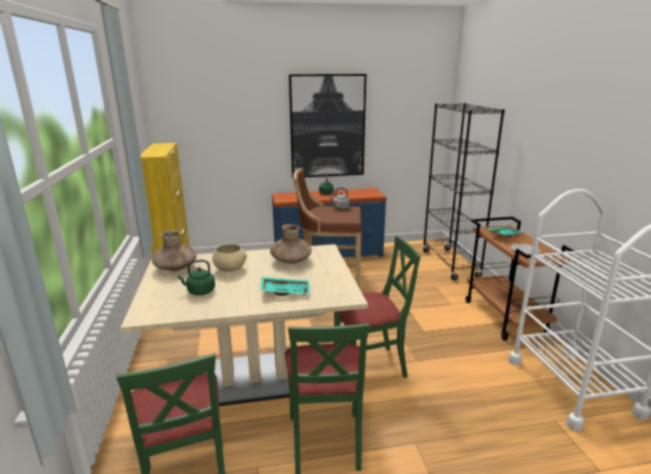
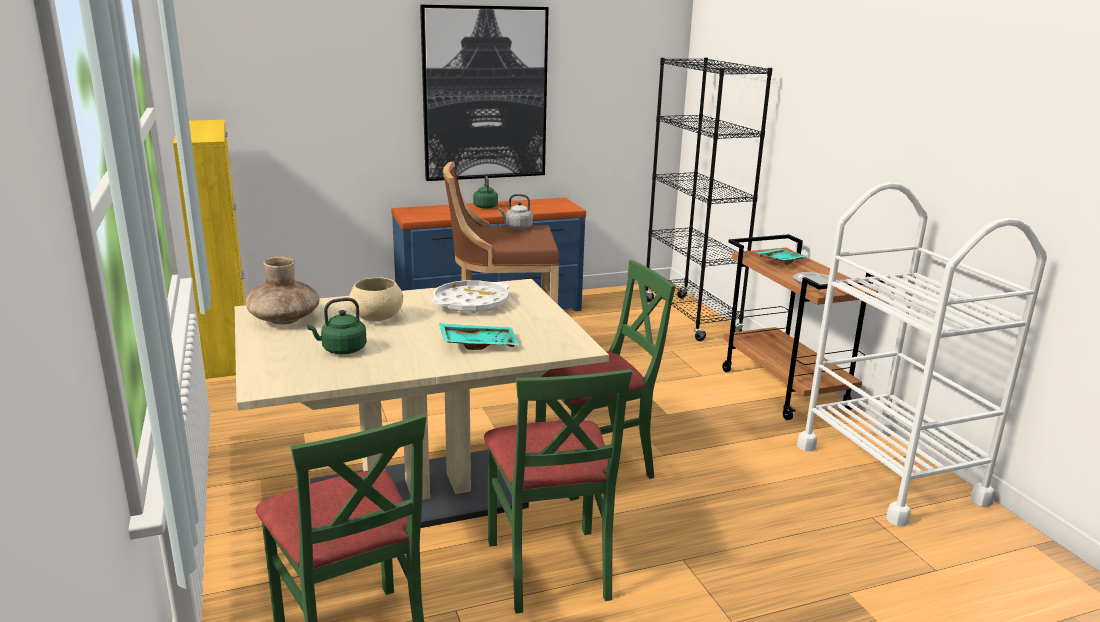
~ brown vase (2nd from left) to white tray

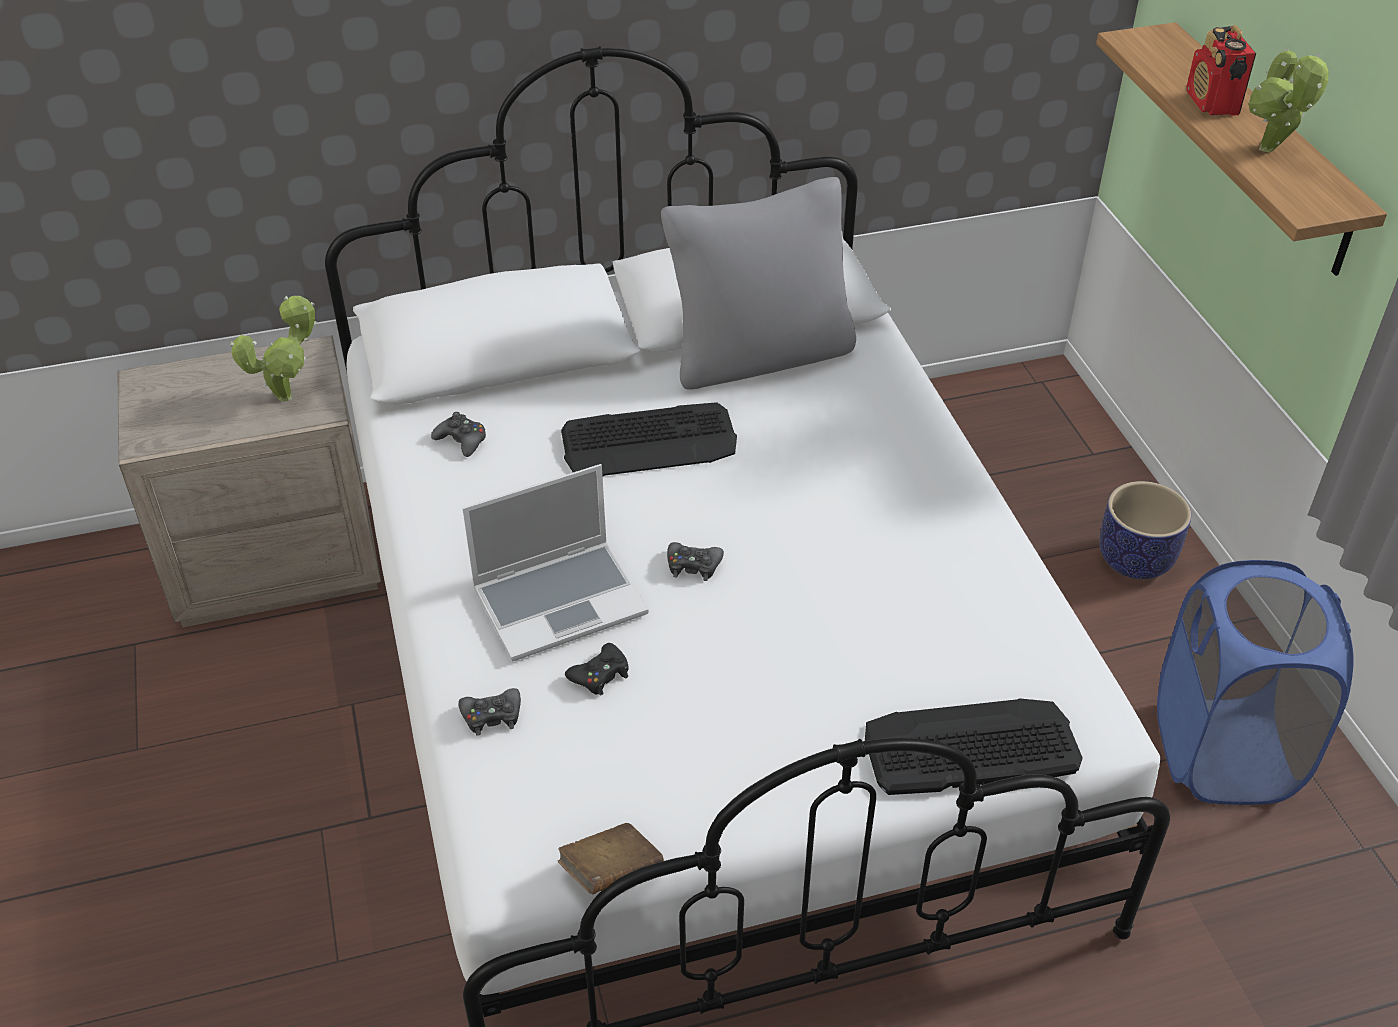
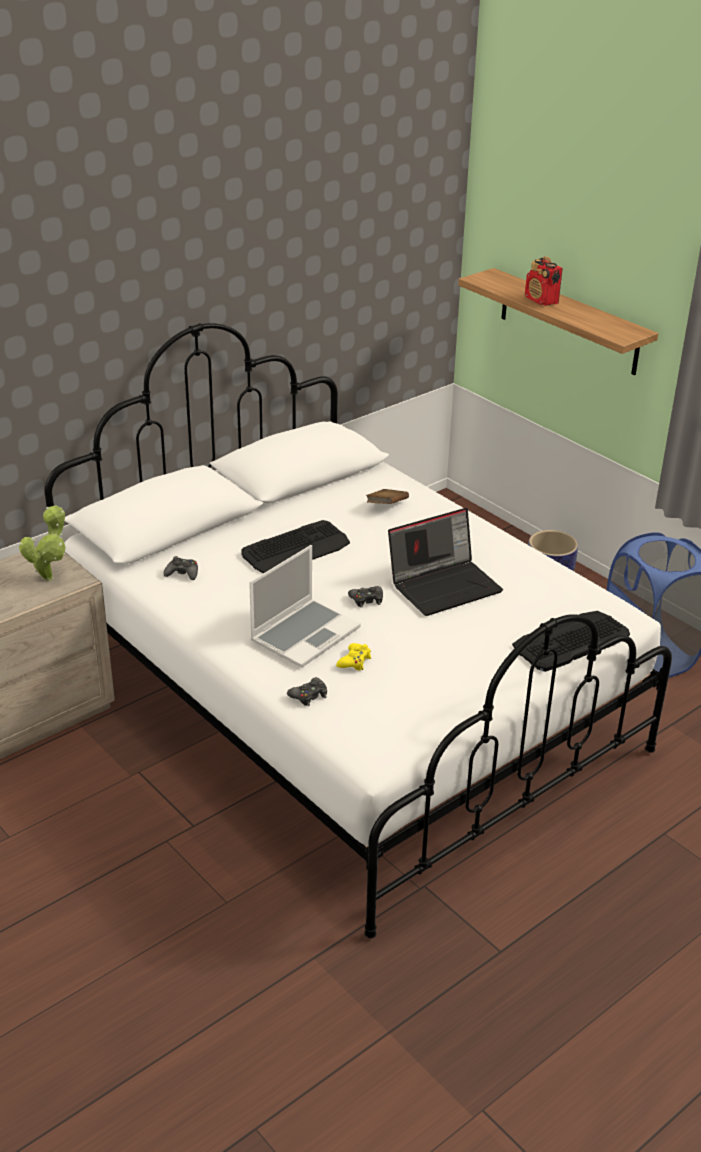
~ black game controller (3rd from left) to yellow game controller
~ brown book
+ laptop (2nd from left)
- grey pillow
- potted plant (2nd from left)

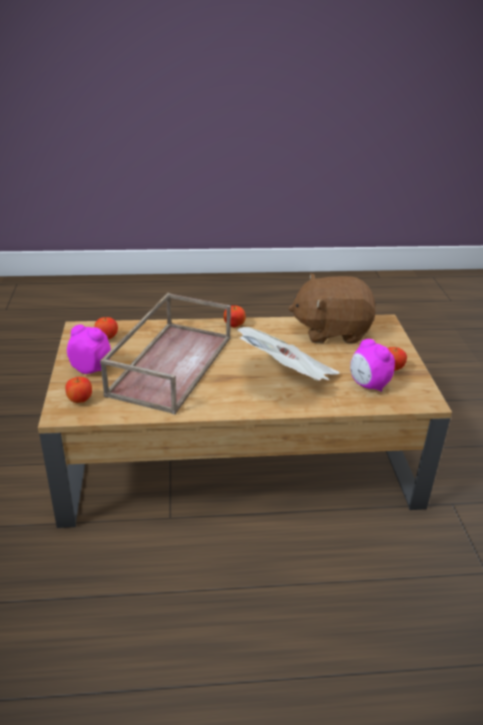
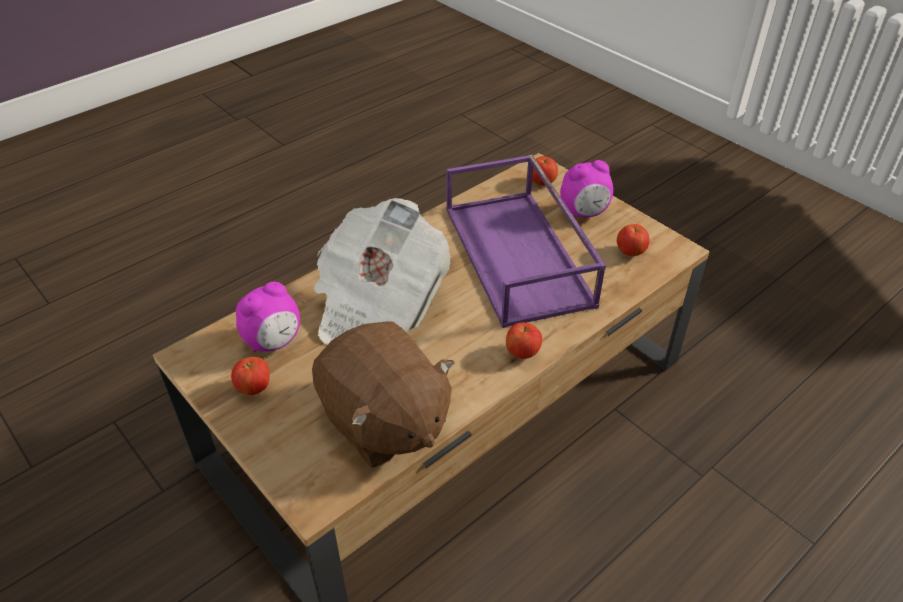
~ alarm clock (2nd from left in the first image) 120 degrees clockwise
~ brown plush toy 90 degrees clockwise
~ brown tray to purple tray

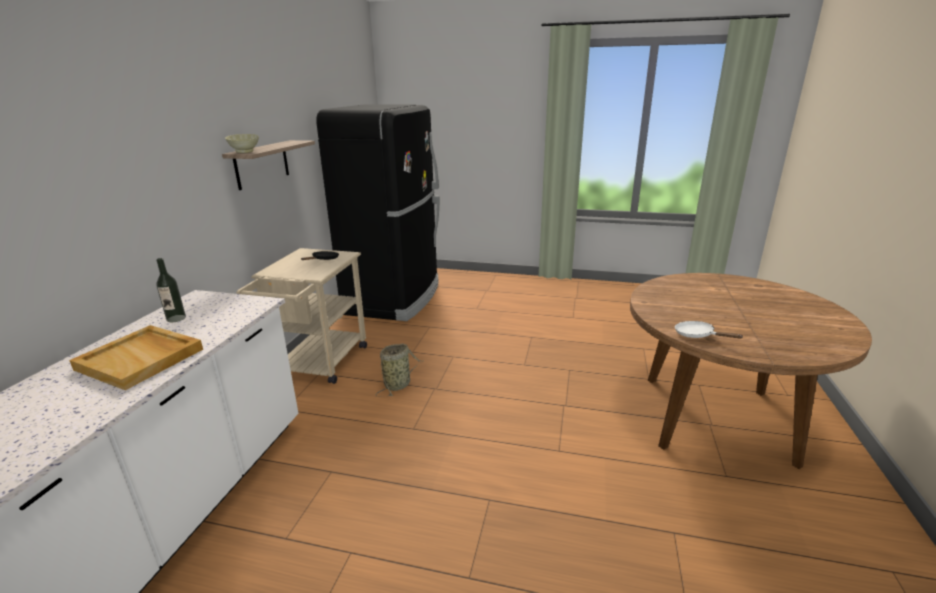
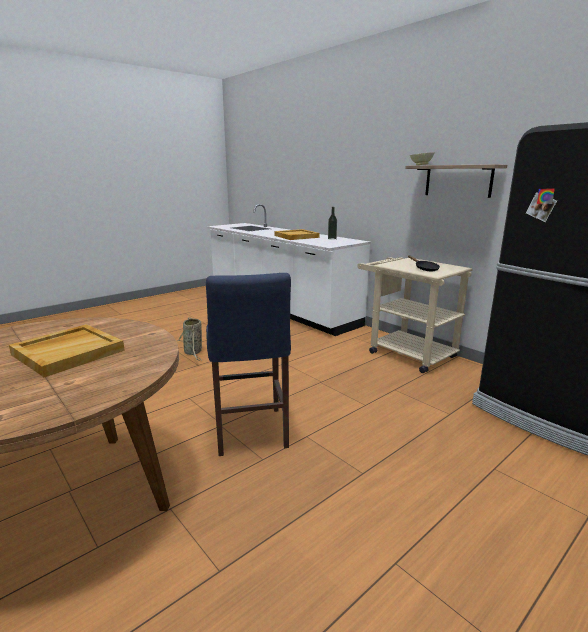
+ beige tray (1st from left)
~ basket
+ blue stool
- white frying pan

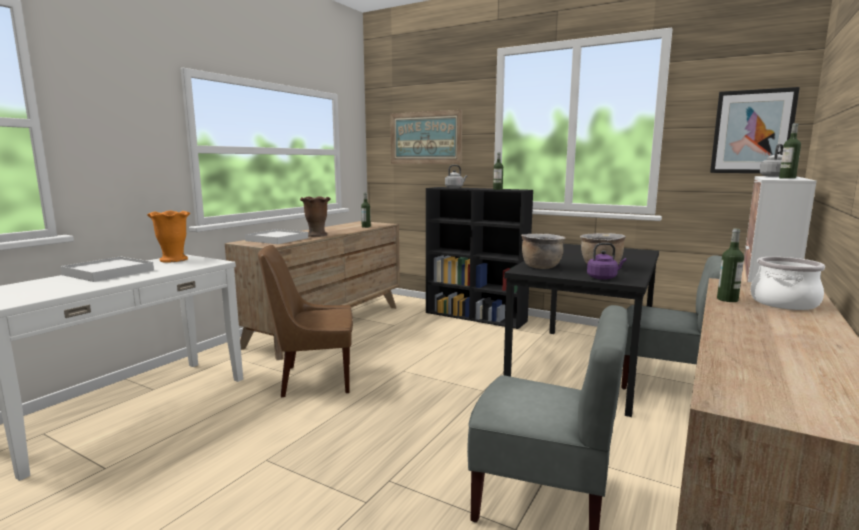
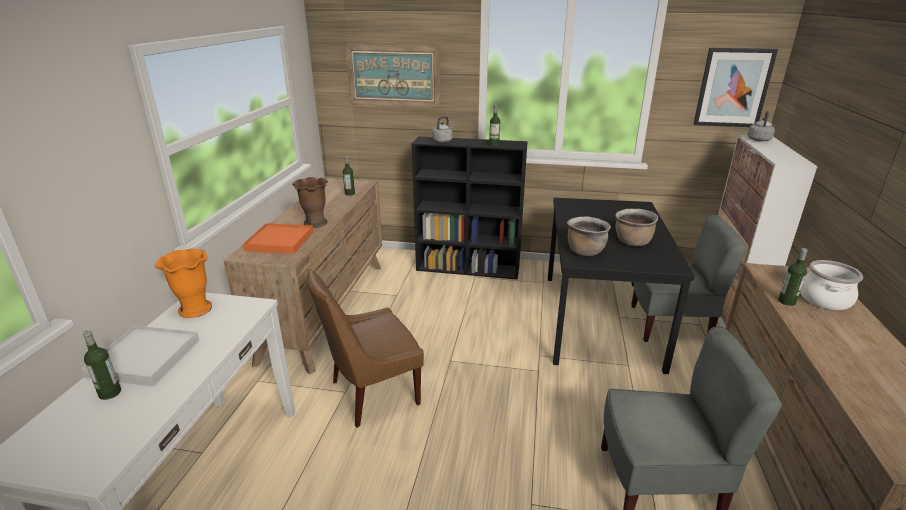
~ bottle (4th from left in the first image) to bottle (1st from left)
~ white tray (2nd from left) to orange tray
- purple kettle

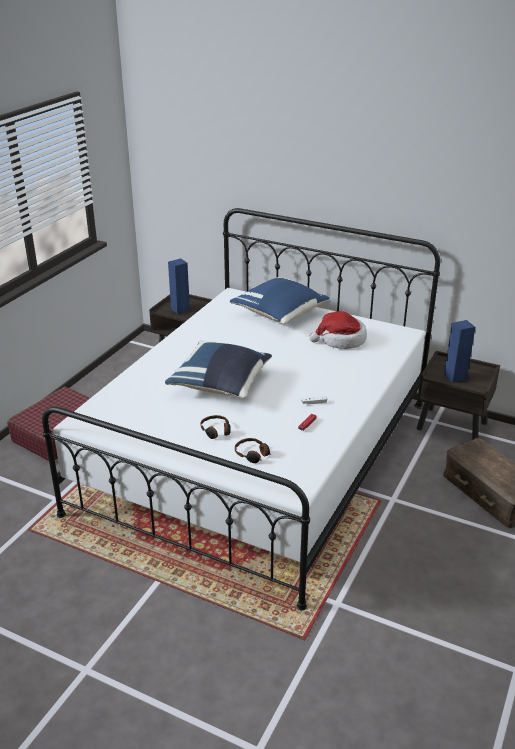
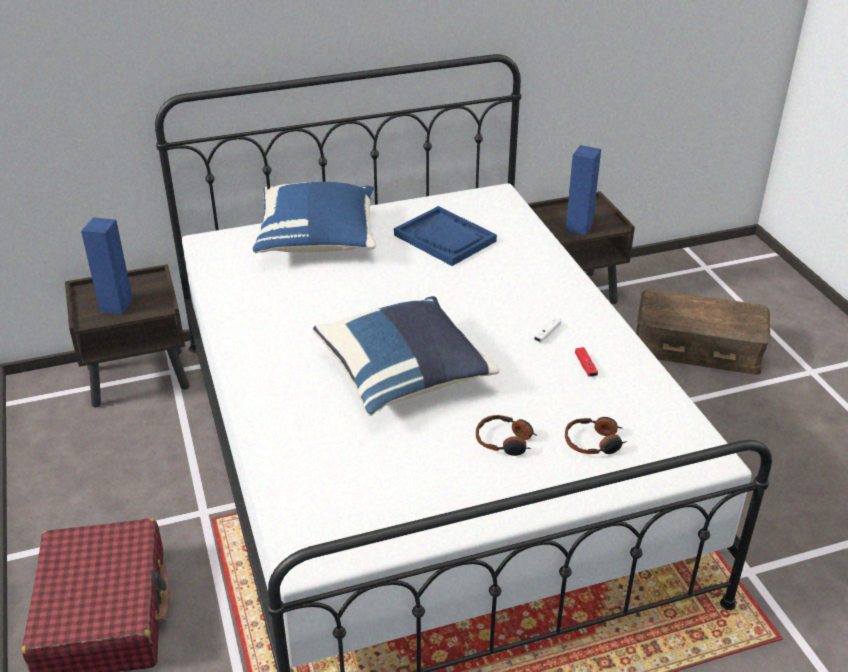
~ hat to blue tray

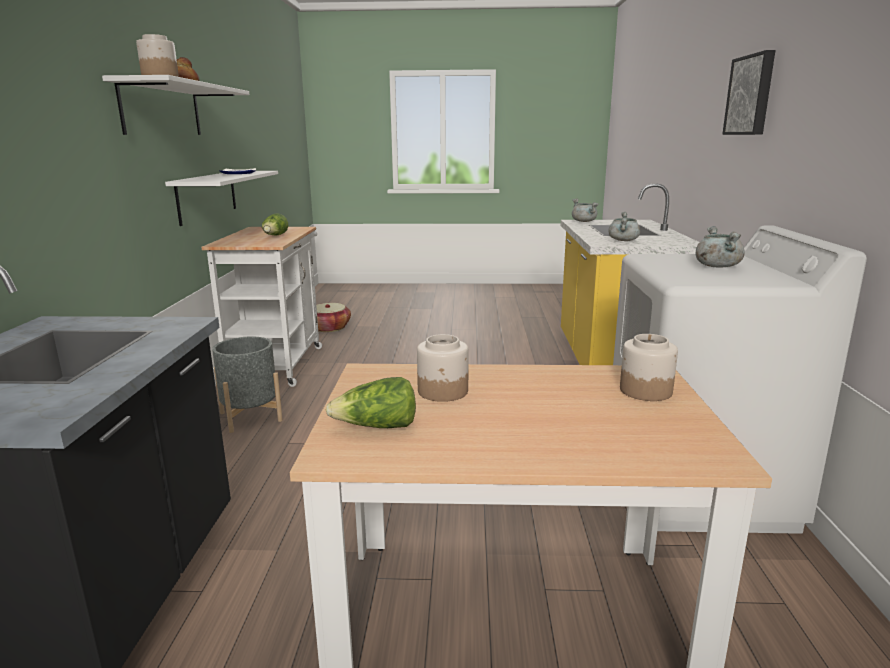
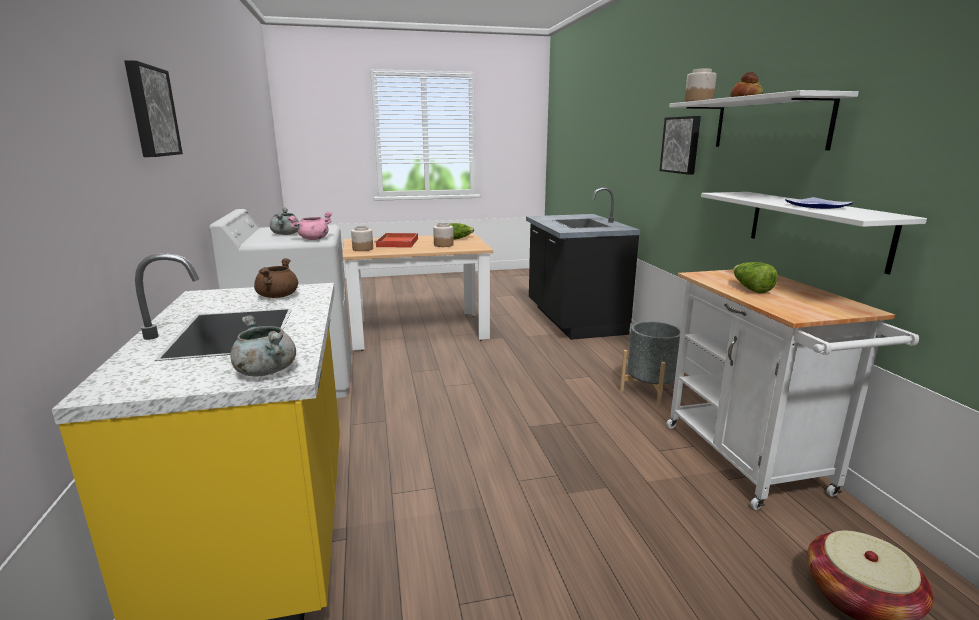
~ grey cooking pot (2nd from left) to brown cooking pot
+ pink cooking pot
+ red tray
+ picture (2nd from left)

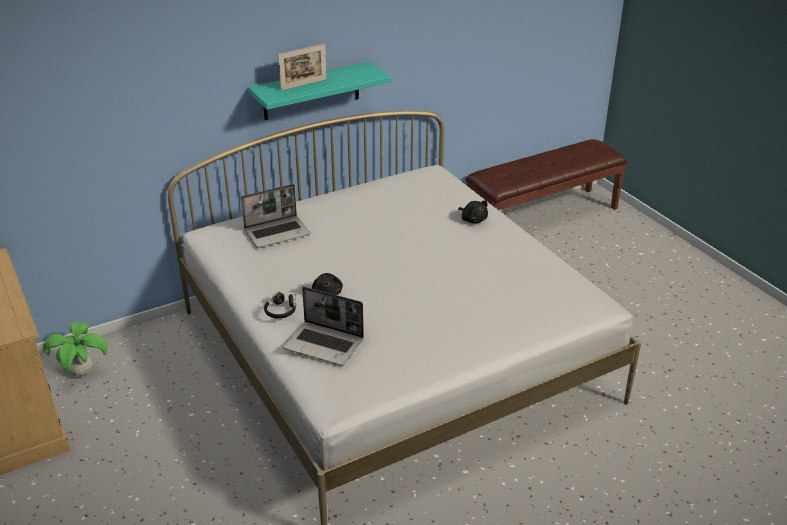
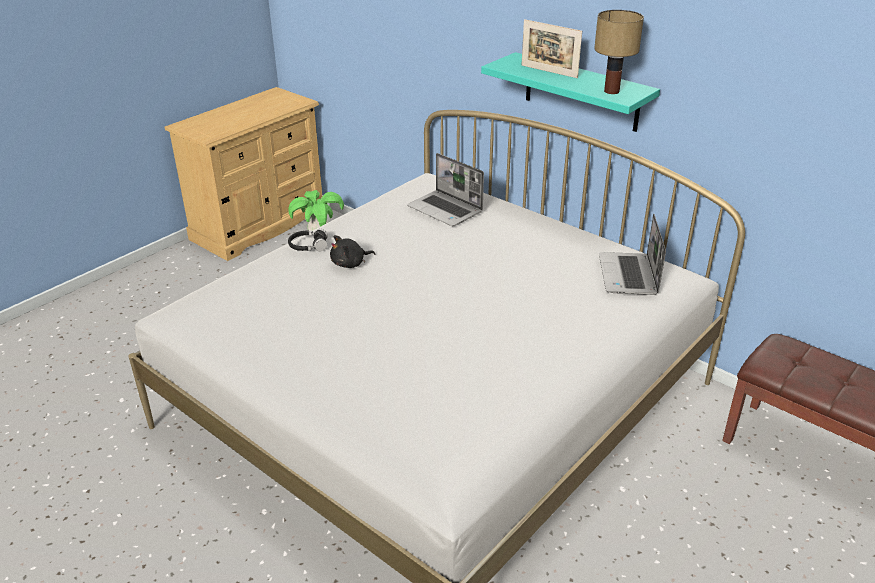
+ table lamp
~ laptop (2nd from left)
- black plush toy (2nd from left)

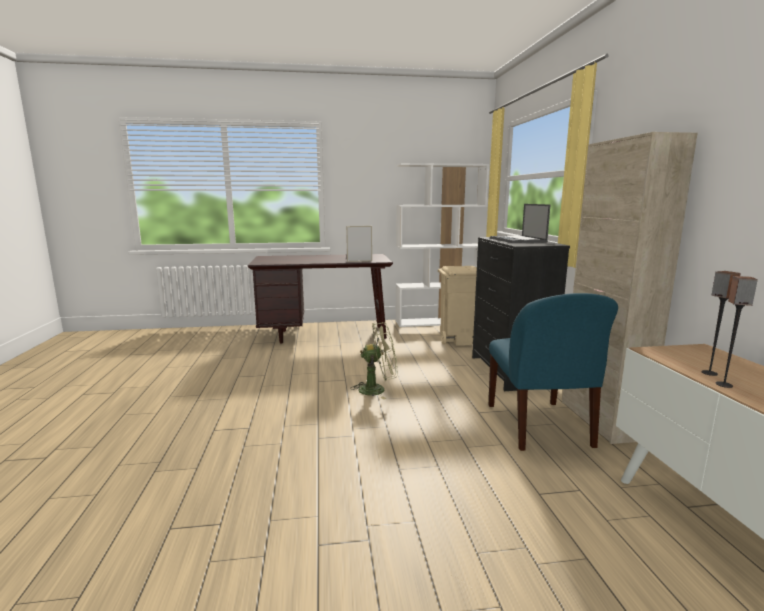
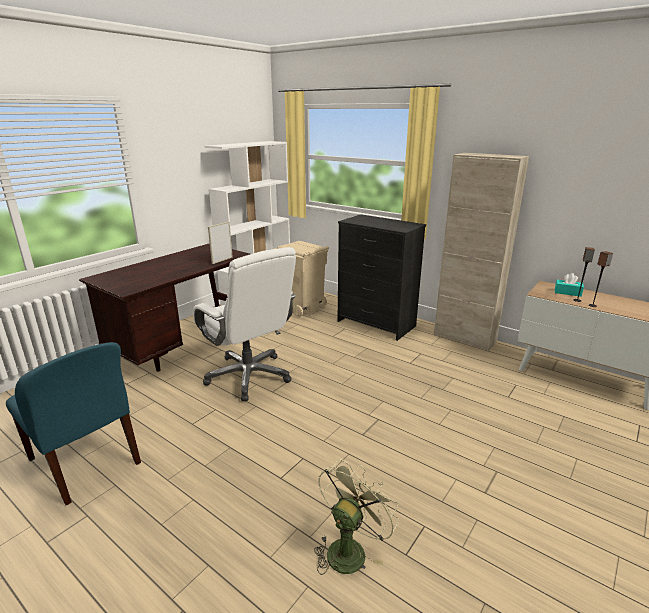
~ blue chair
+ white office chair
~ green fan
+ turquoise tissue box
- laptop

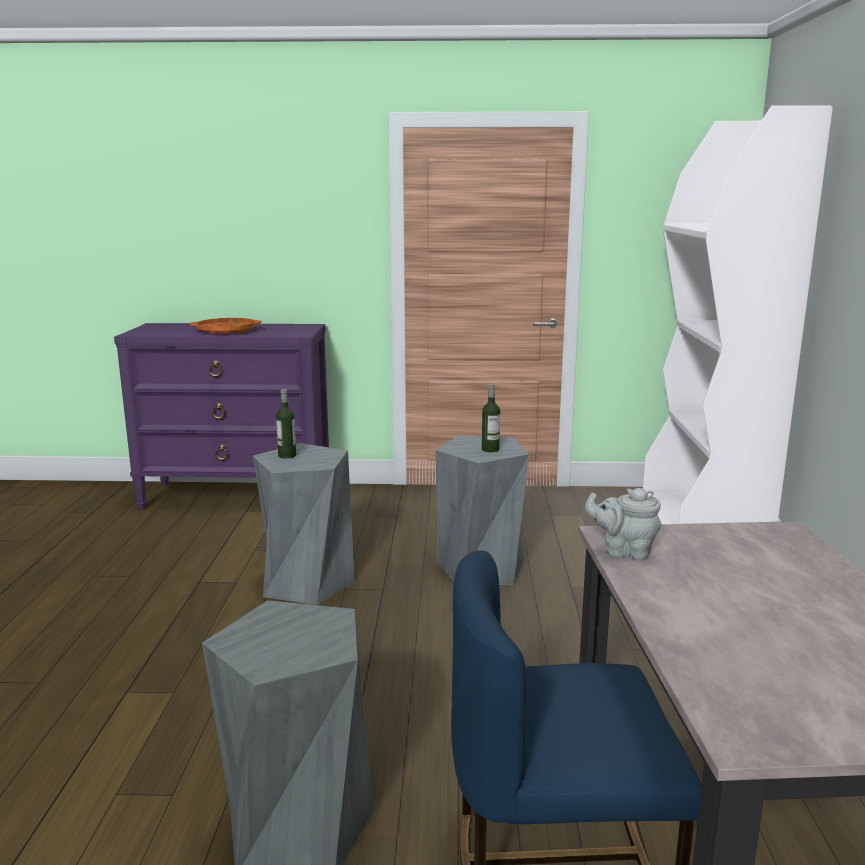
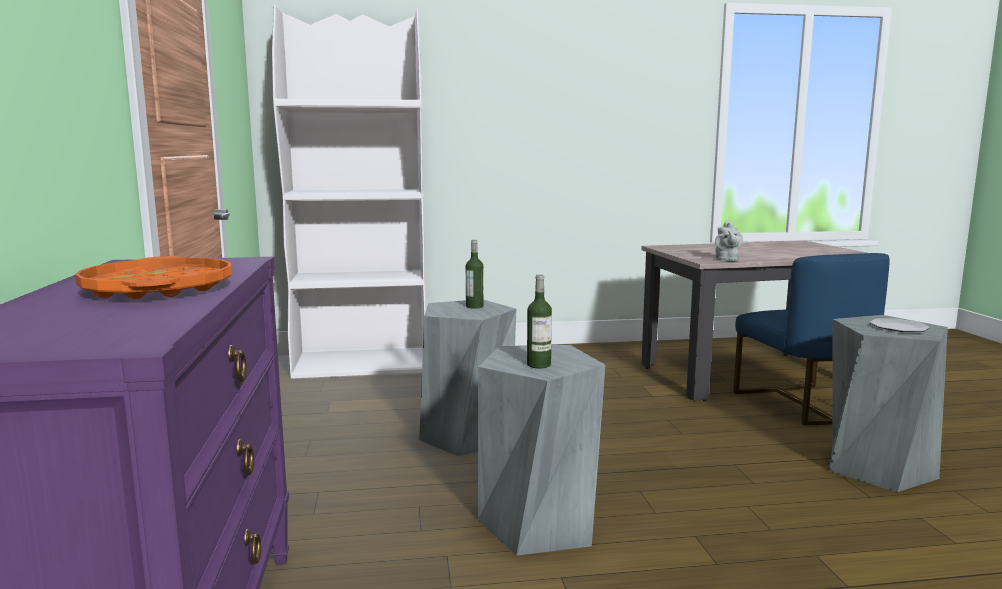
+ plate

